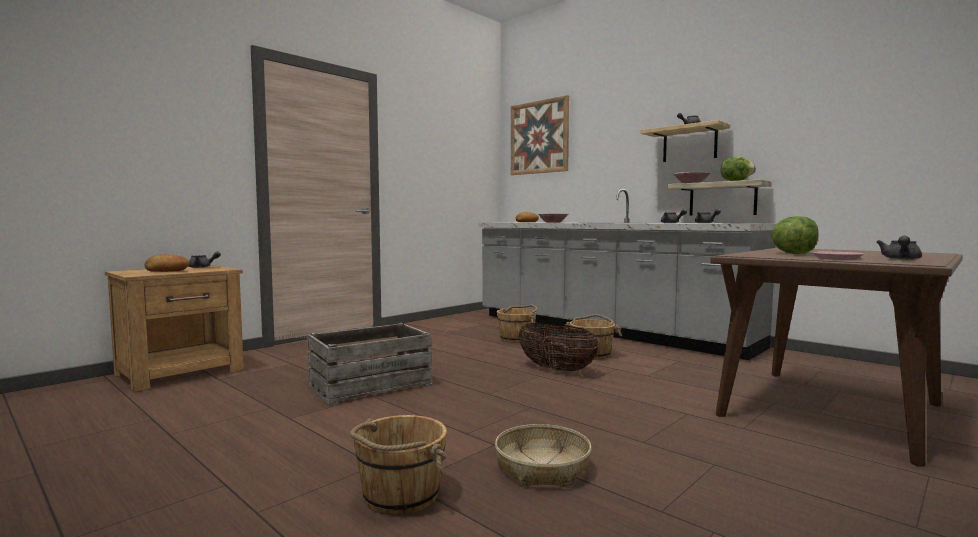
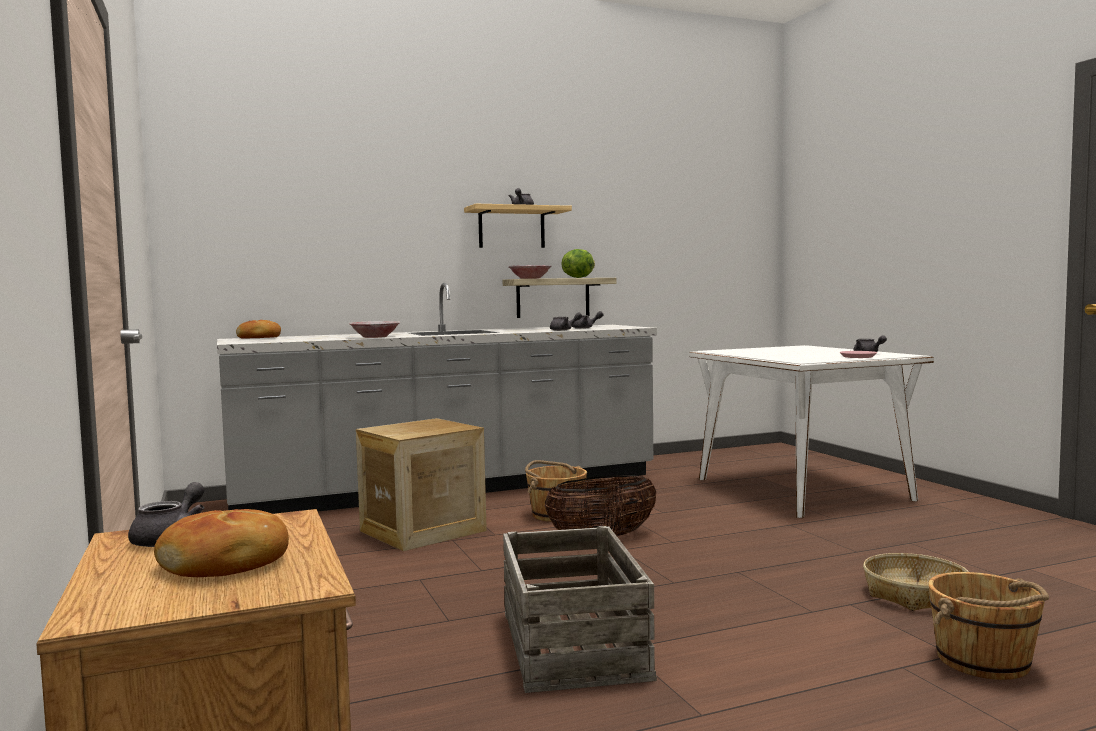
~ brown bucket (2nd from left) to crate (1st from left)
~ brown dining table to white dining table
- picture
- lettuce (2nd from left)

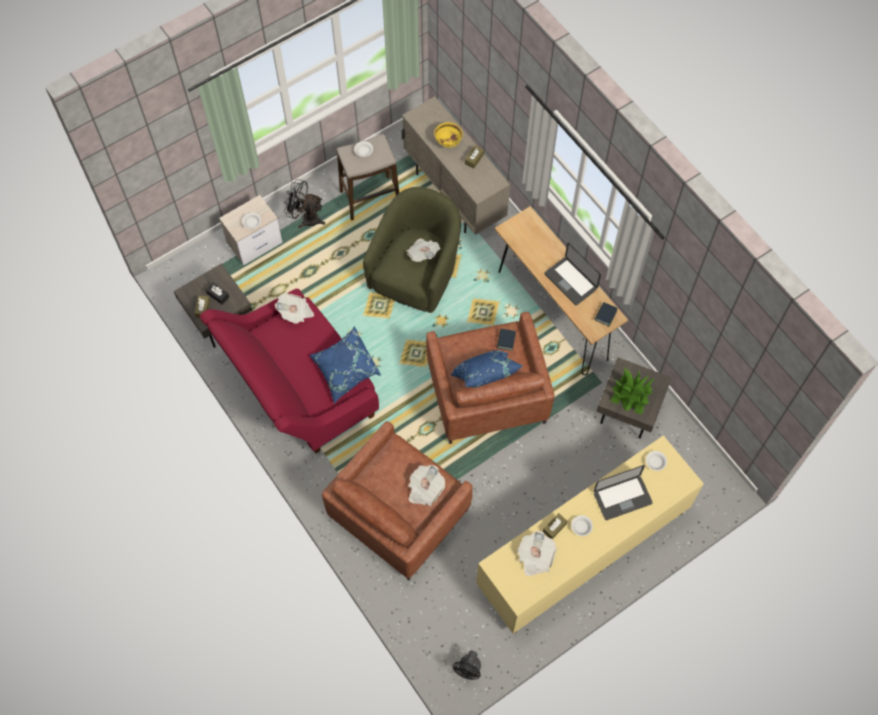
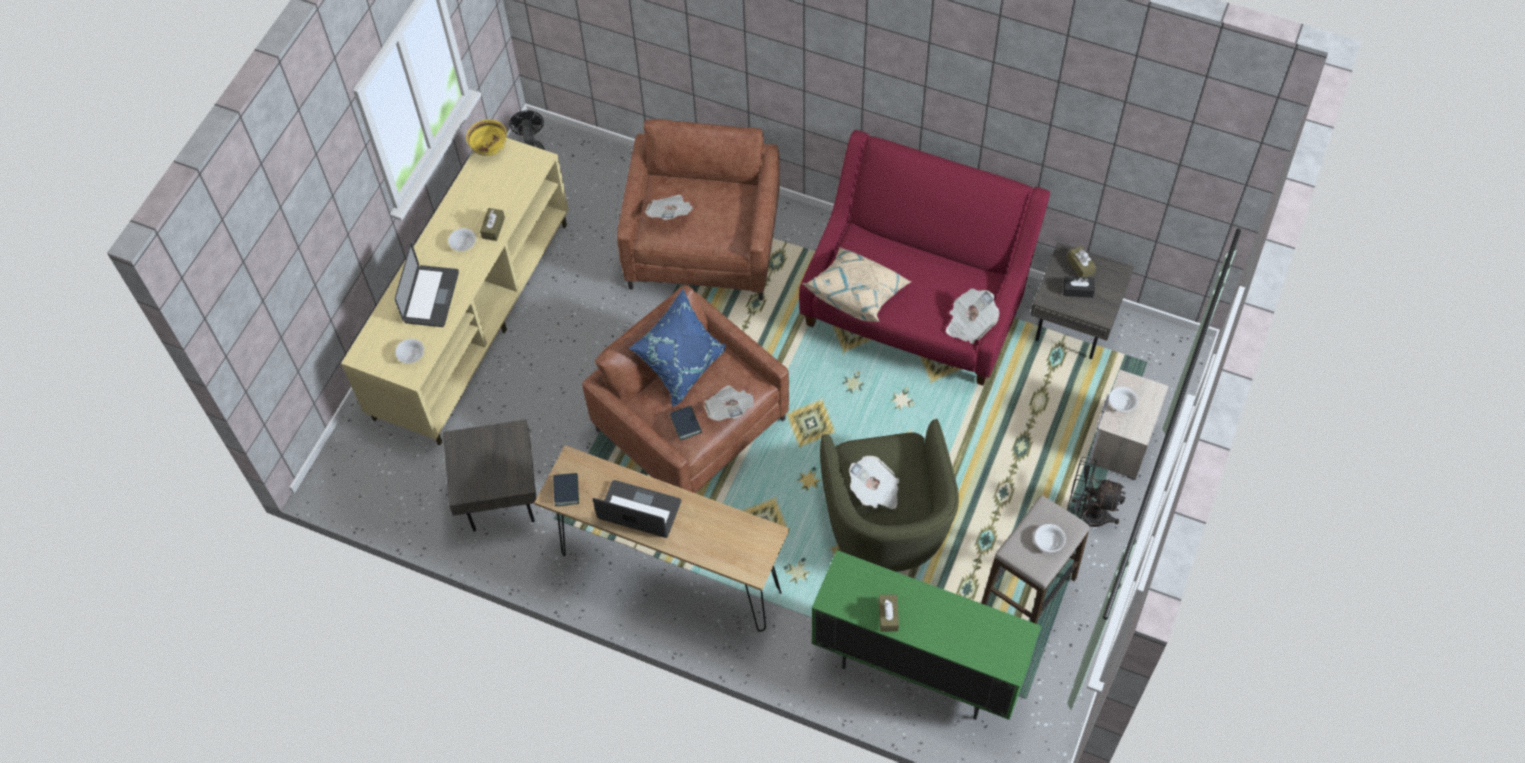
~ laptop (2nd from left in the first image) 150 degrees clockwise
~ yellow bowl
~ newspaper (4th from left in the first image) to newspaper (2nd from left)
~ blue pillow (1st from left) to beige pillow
~ beige cabinet to green cabinet
~ black fan (1st from left in the first image) 150 degrees counterclockwise
- potted plant

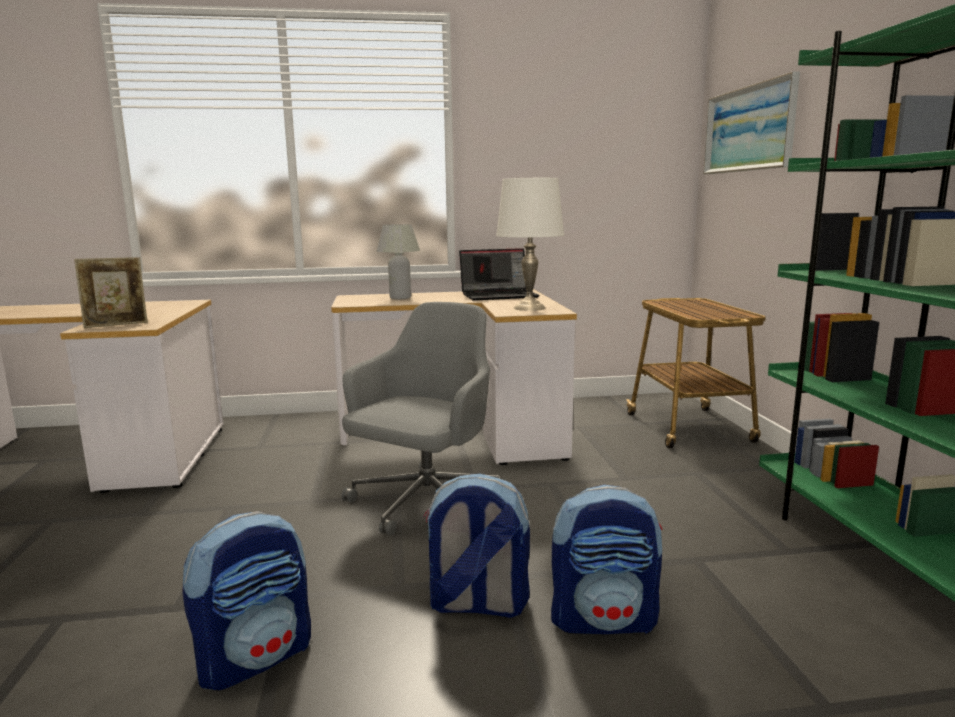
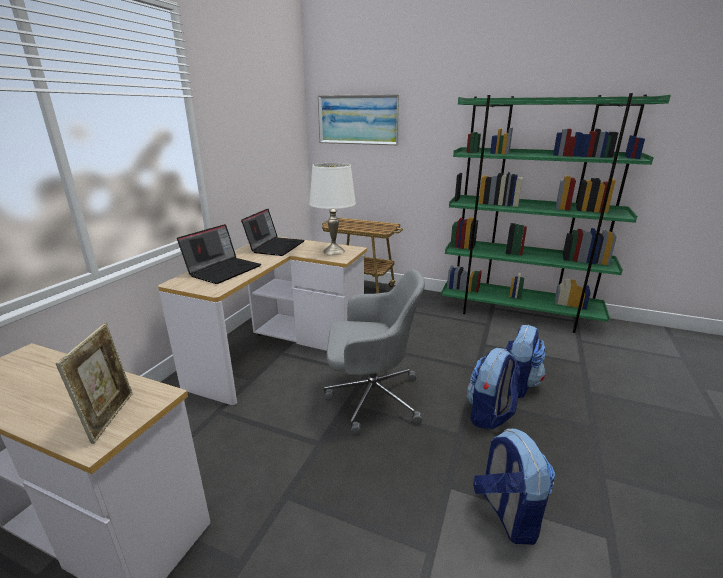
~ white table lamp (1st from left) to laptop (1st from left)
~ grey office chair 120 degrees clockwise

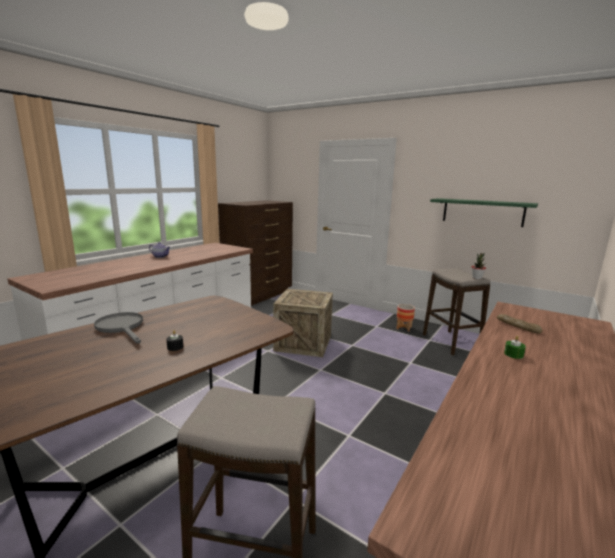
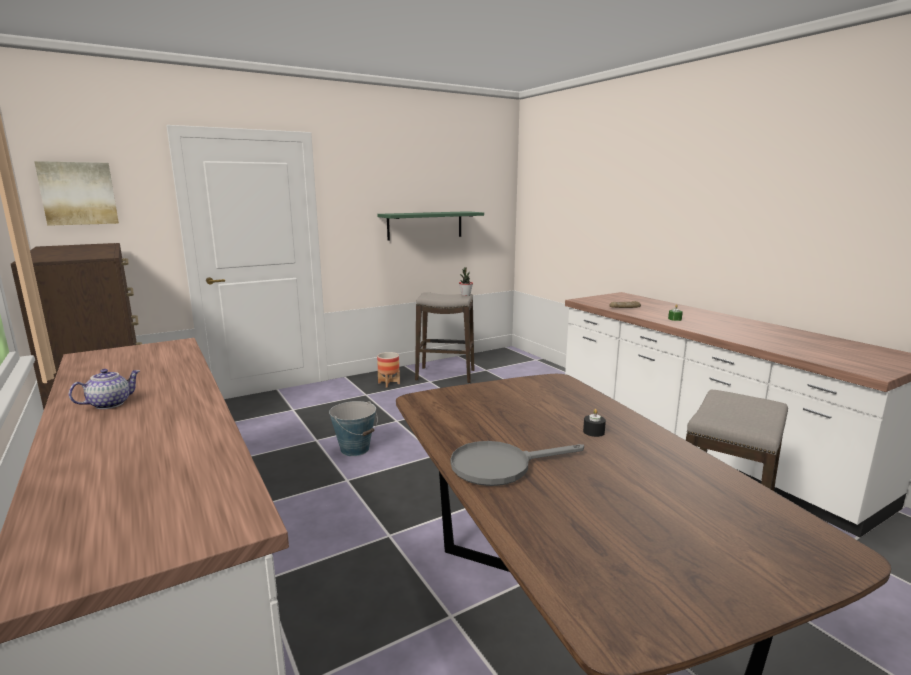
+ picture
~ crate to bucket

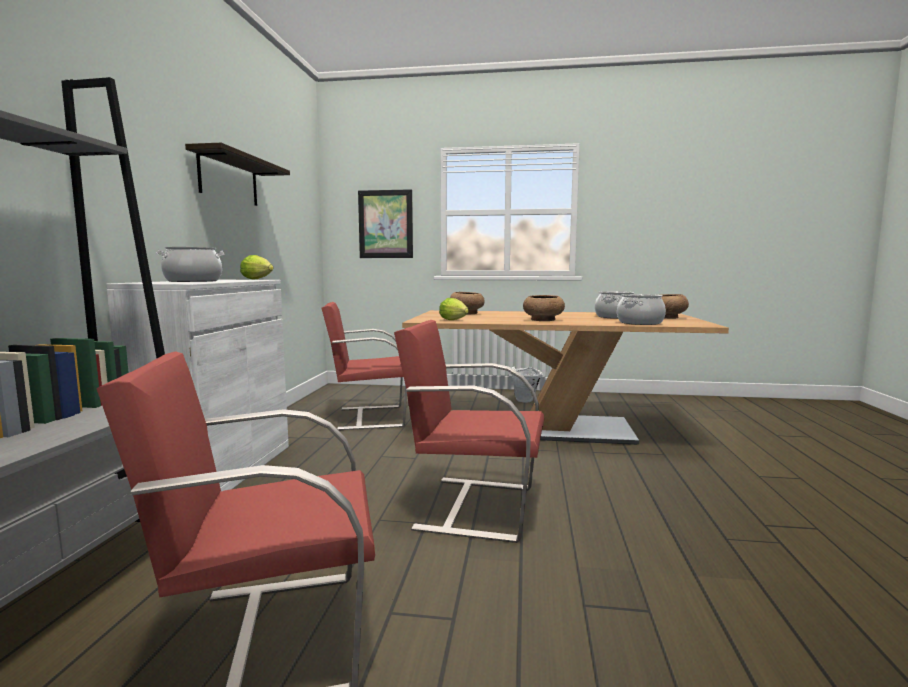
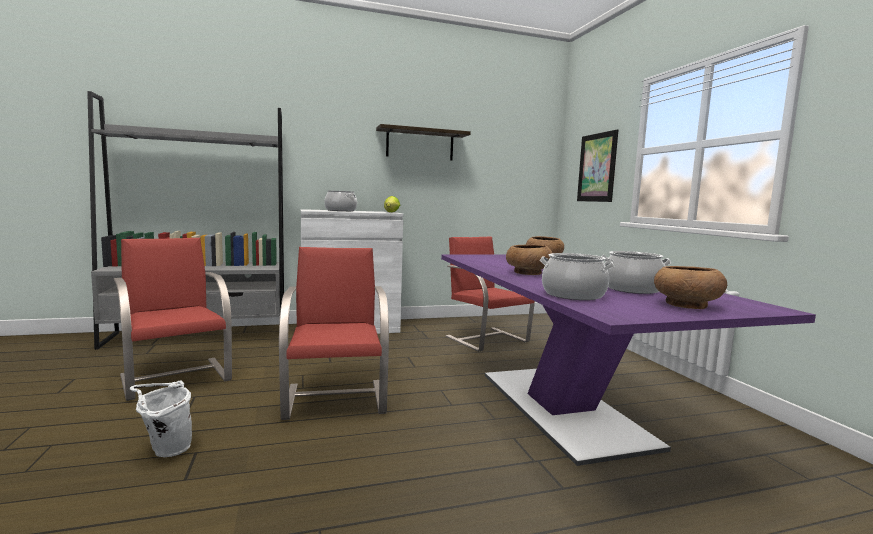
~ white bucket
~ beige dining table to purple dining table
- lettuce (2nd from left)

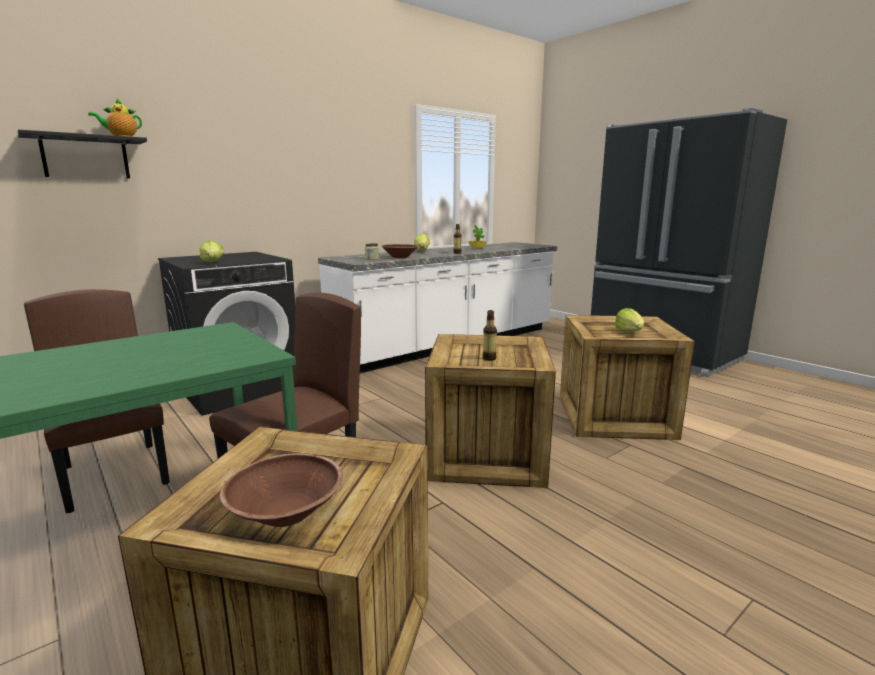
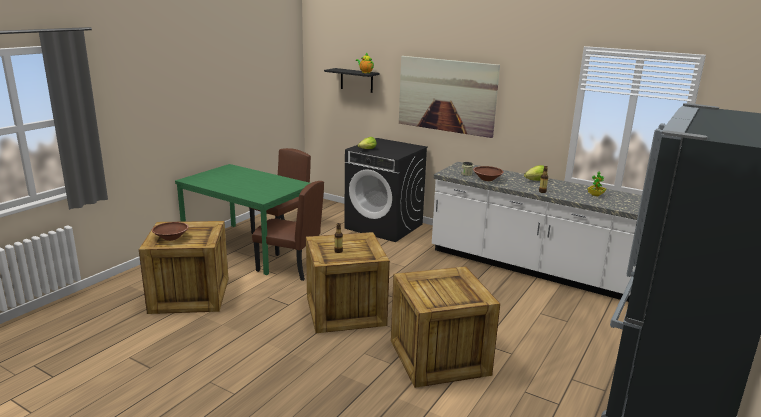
+ picture
- lettuce (3rd from left)

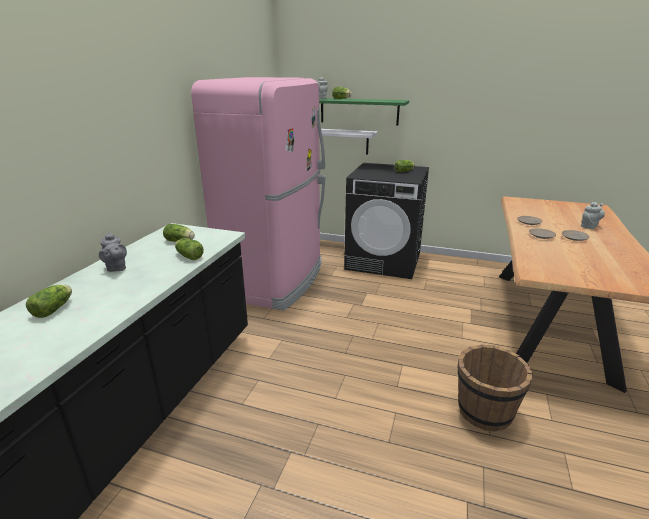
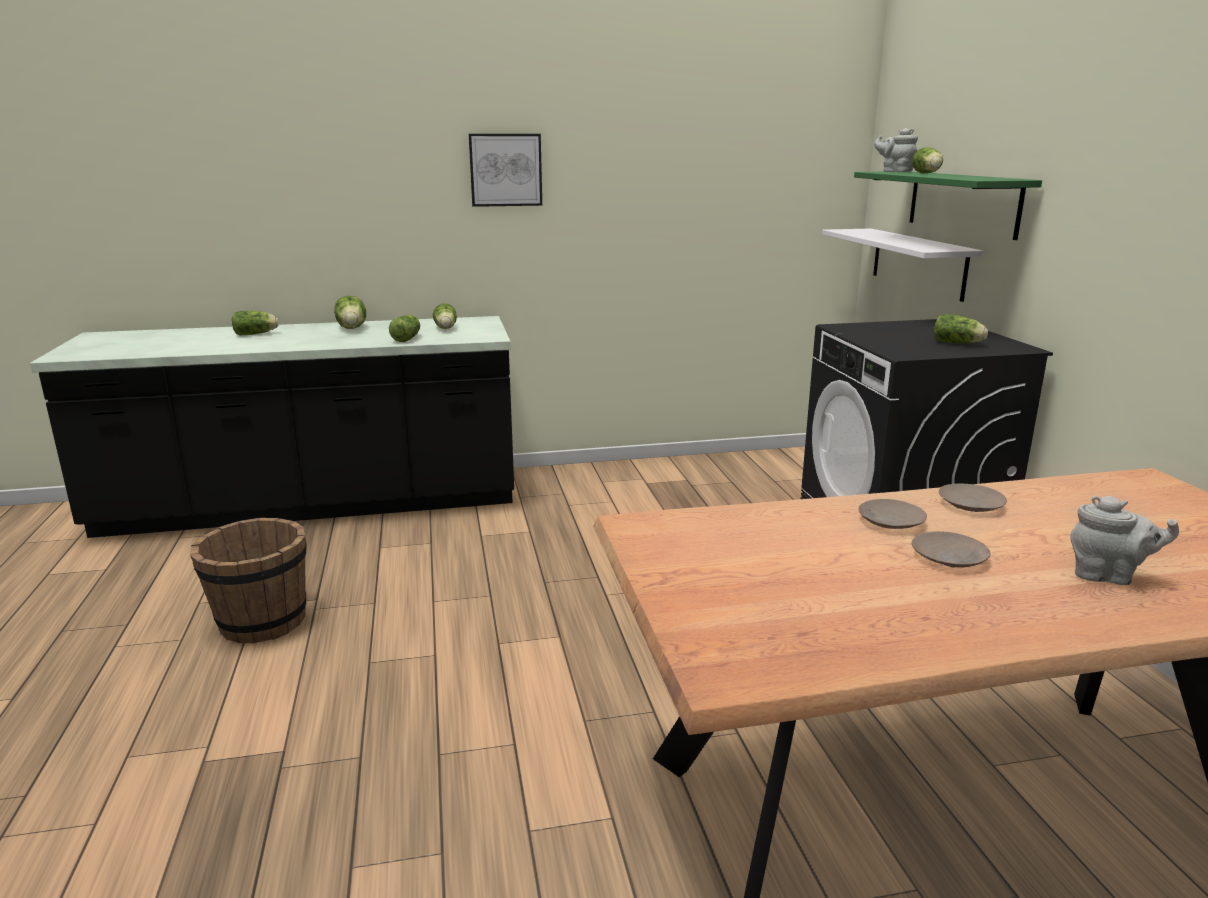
~ brown bucket
~ grey teapot (1st from left) to lettuce (2nd from left)
+ picture
- pink fridge

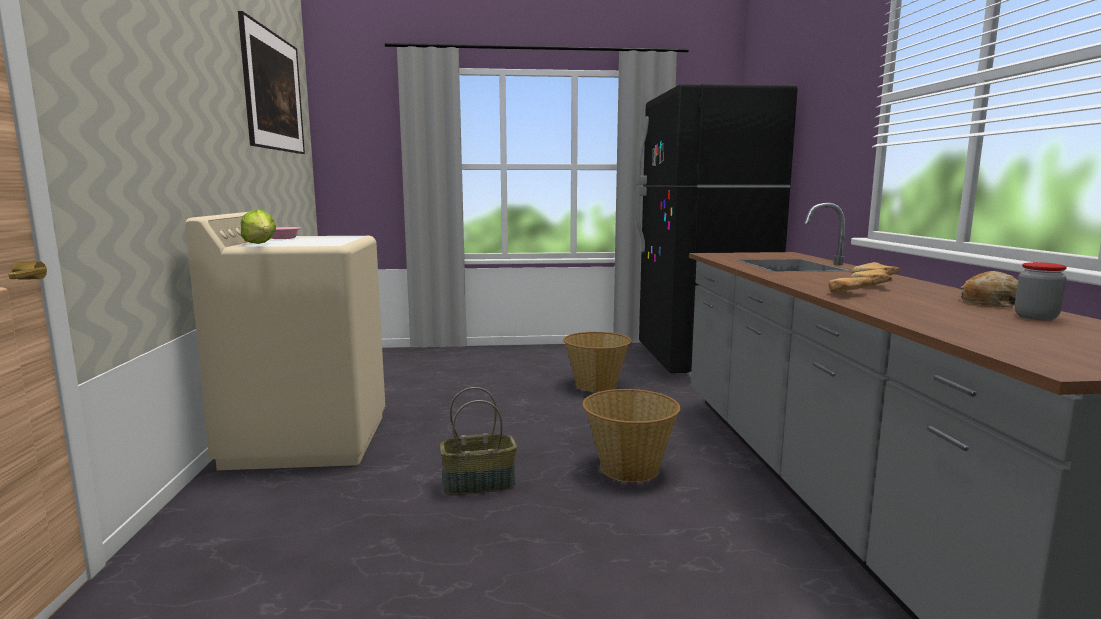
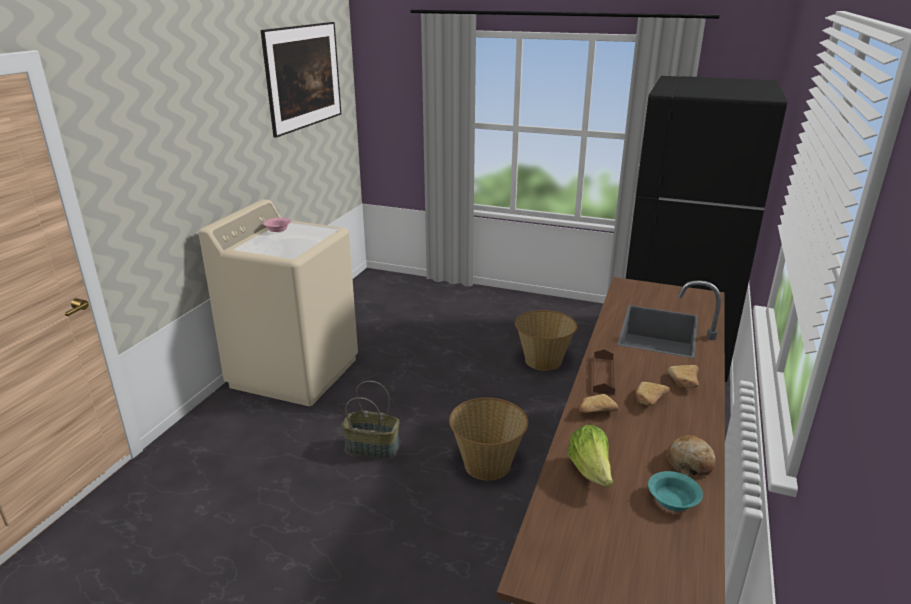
~ lettuce
+ brown tray
~ jar to turquoise bowl

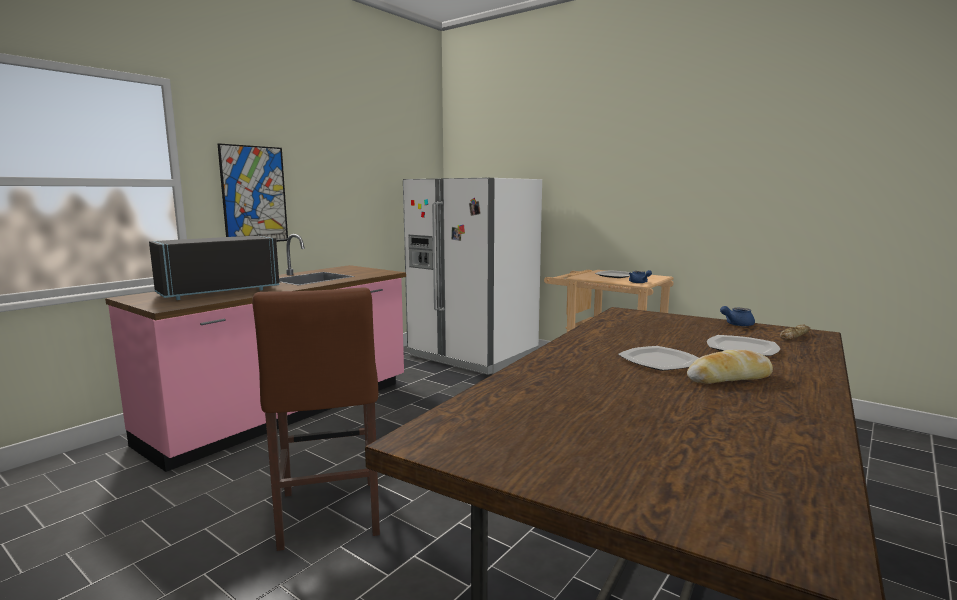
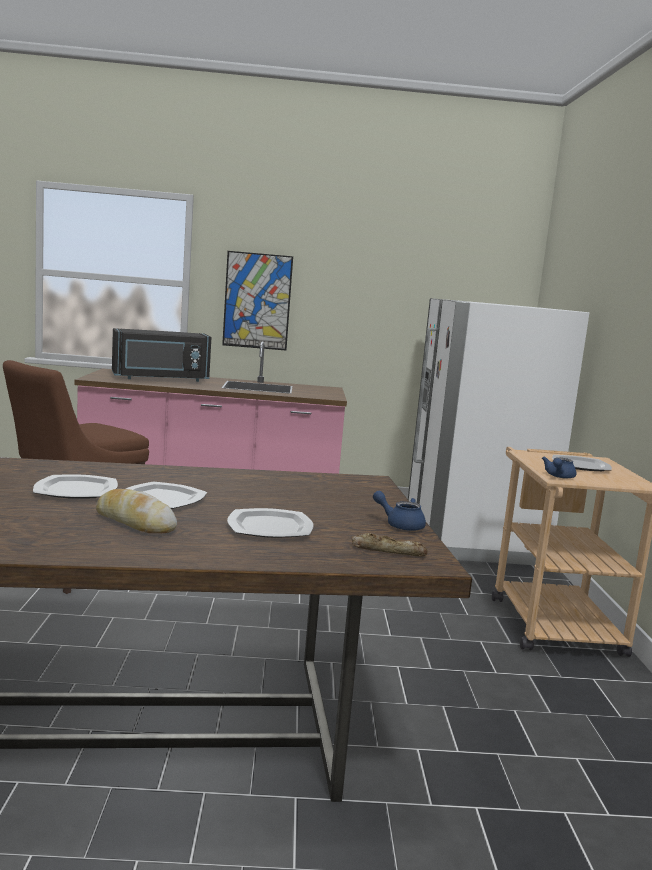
+ plate (1st from left)
~ black microwave 150 degrees clockwise

